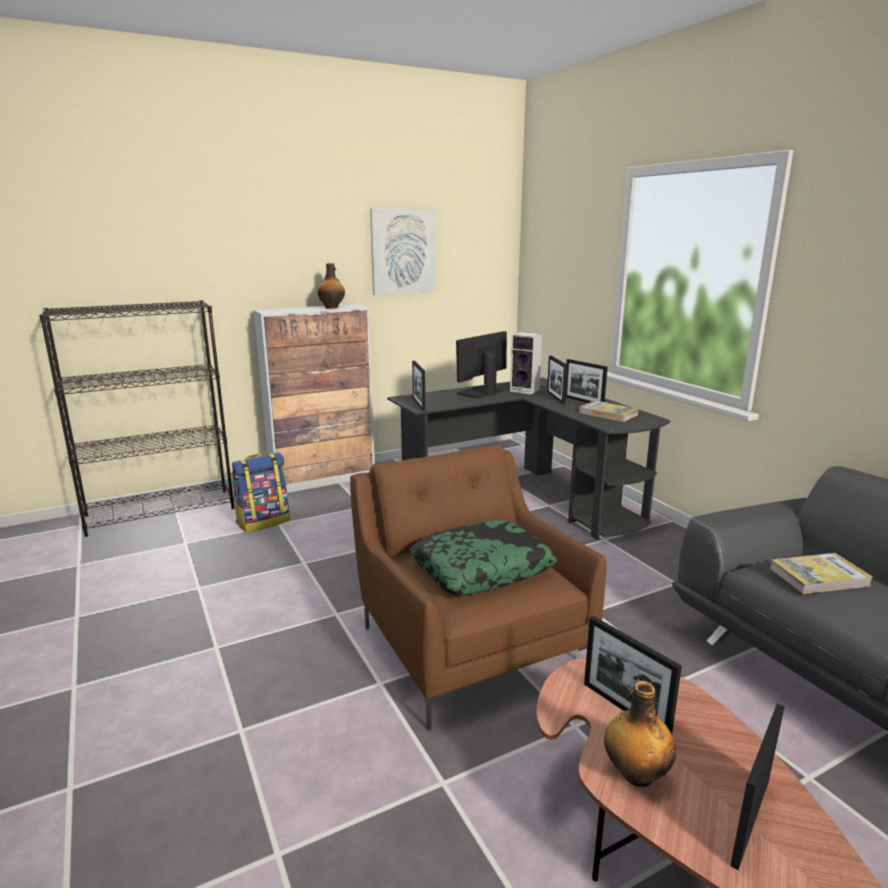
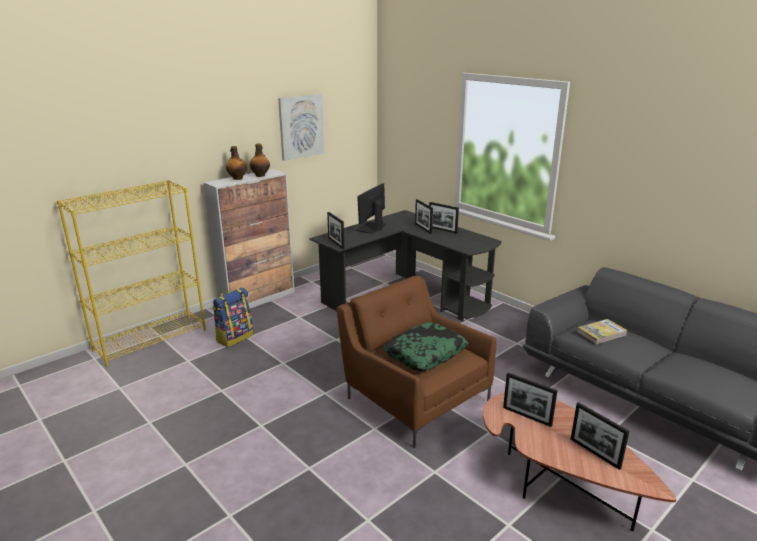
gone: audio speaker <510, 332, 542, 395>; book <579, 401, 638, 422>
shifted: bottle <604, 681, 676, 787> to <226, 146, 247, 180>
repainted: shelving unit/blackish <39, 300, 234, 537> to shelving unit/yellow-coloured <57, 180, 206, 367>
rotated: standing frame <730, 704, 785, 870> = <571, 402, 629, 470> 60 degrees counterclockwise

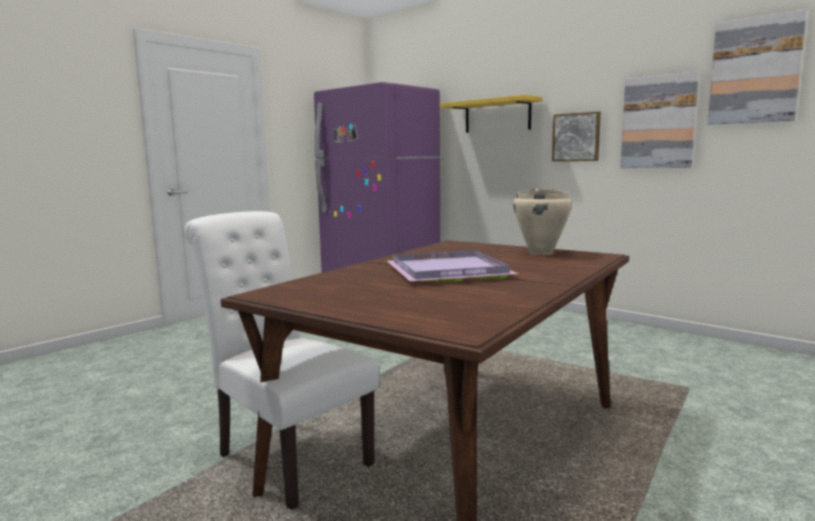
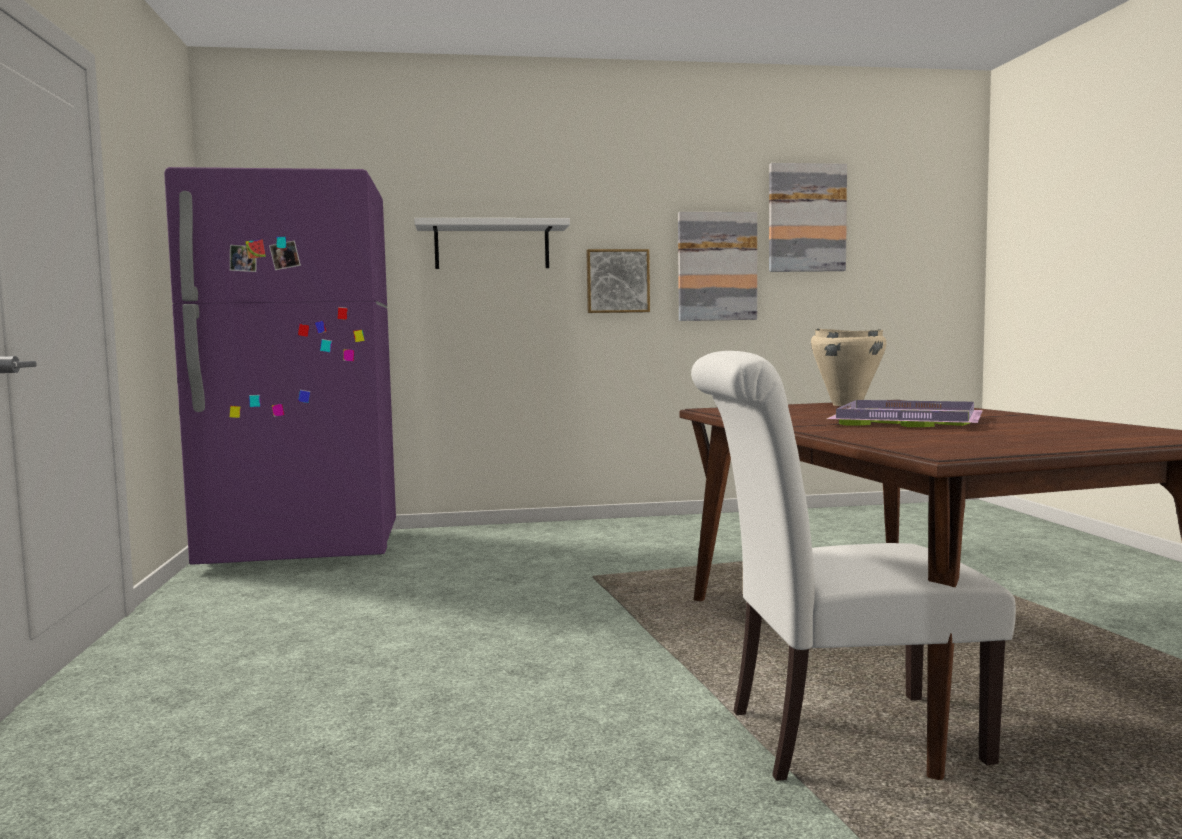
repainted: wall shelf/yellow-coloured <440, 95, 542, 133> to wall shelf/white-coloured <414, 218, 570, 269>

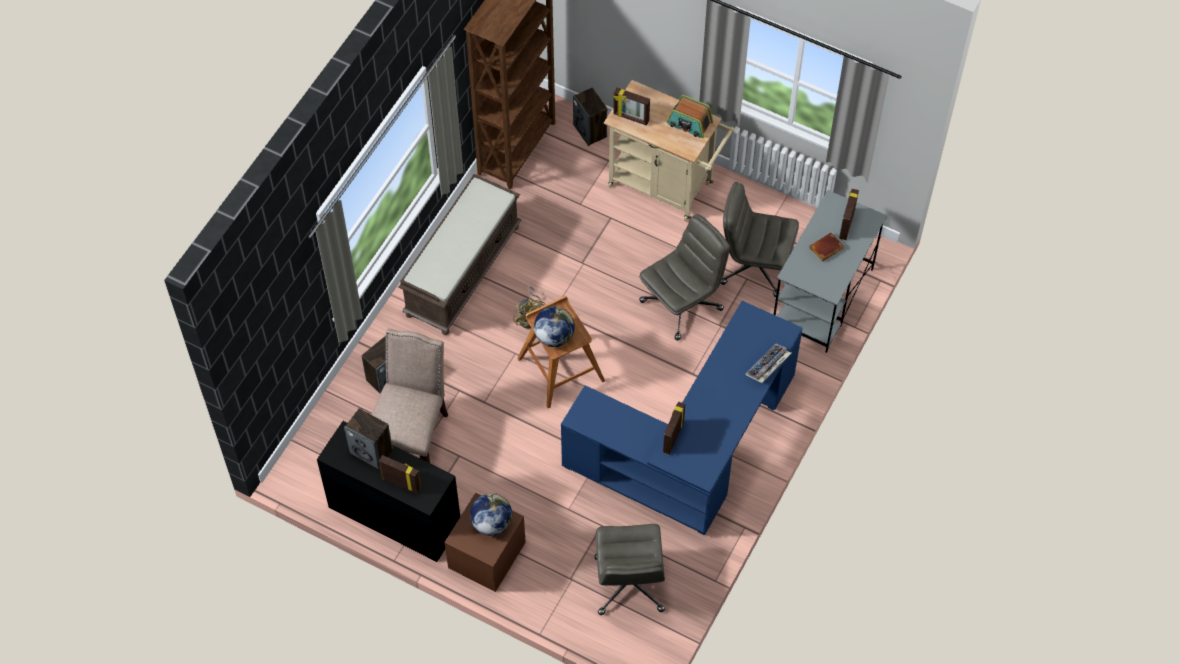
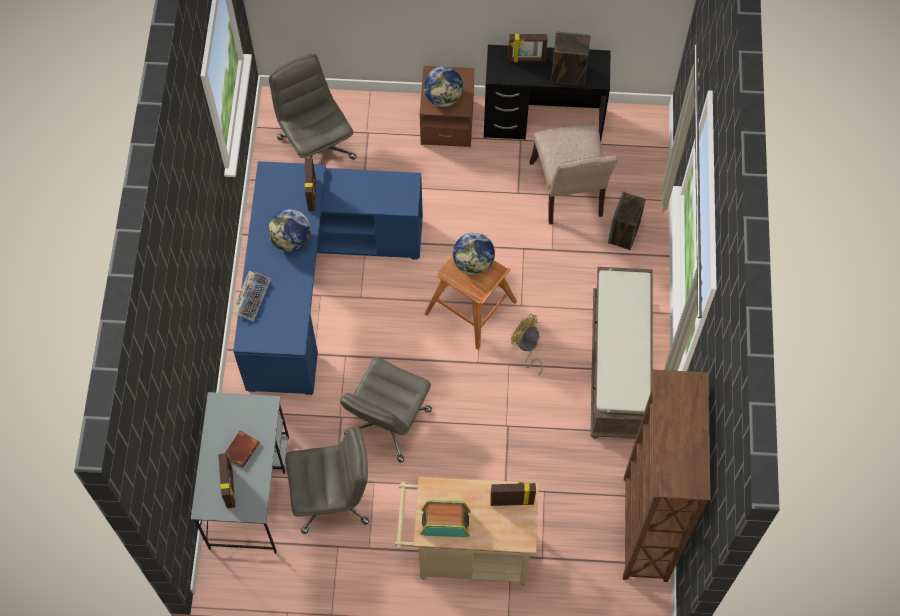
gone: audio speaker <573, 87, 608, 146>
new: world globe <268, 209, 311, 252>

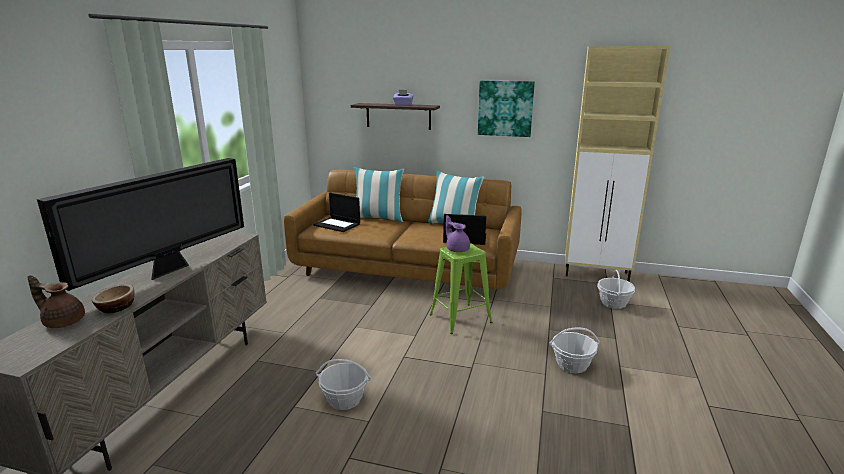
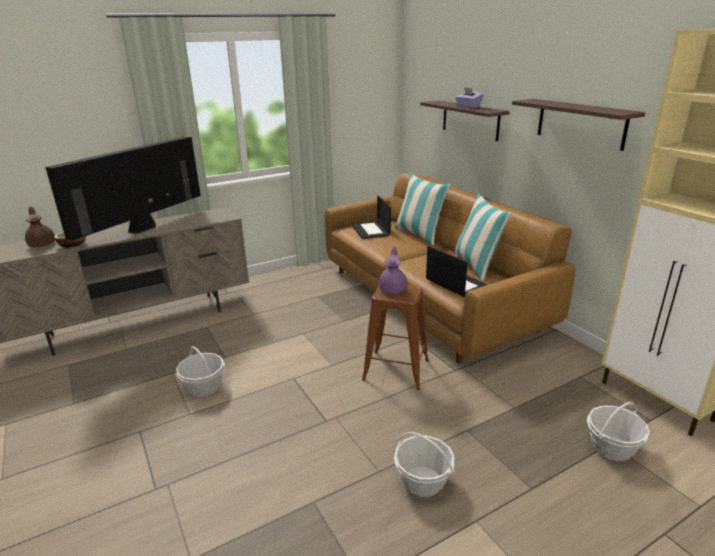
swapped: wall picture <478, 80, 535, 137> to wall shelf <512, 99, 646, 151>
repainted: stool/green-coloured <430, 243, 492, 334> to stool/brown-coloured <362, 285, 429, 390>
rotated: TV <37, 158, 244, 291> = <45, 137, 201, 241> 135 degrees clockwise

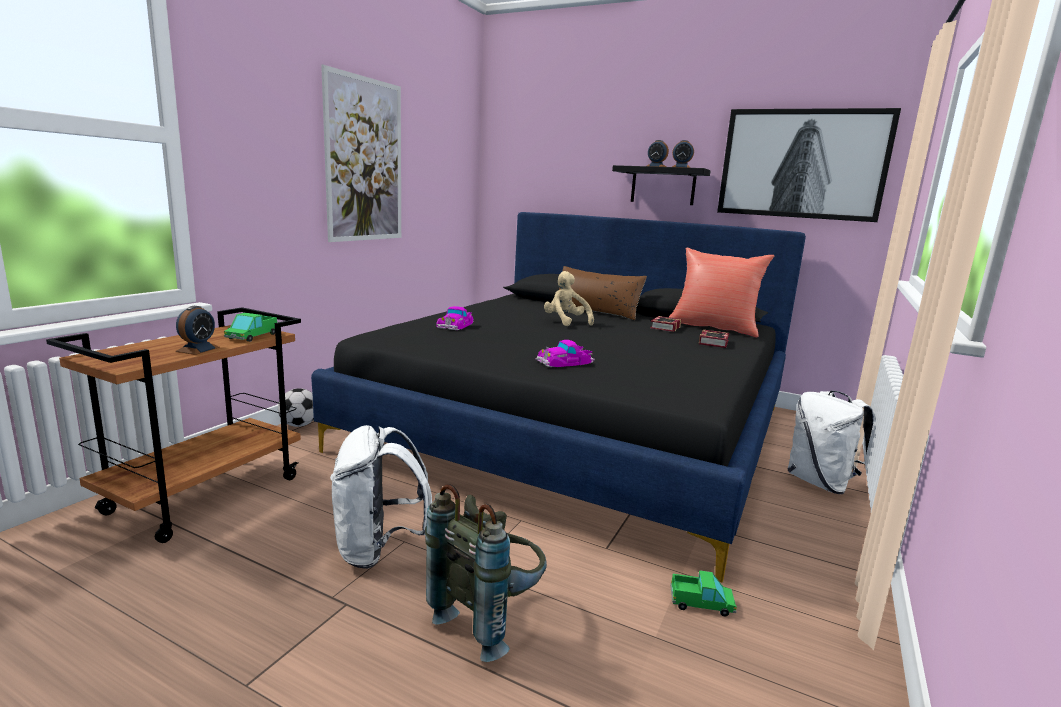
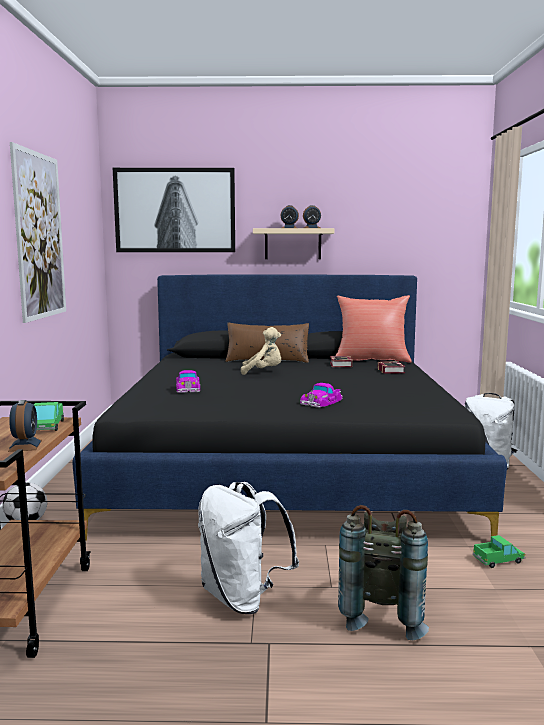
shifted: wall picture <717, 108, 901, 222> to <113, 168, 235, 252>
repainted: wall shelf/blackish <612, 165, 711, 205> to wall shelf/beige <253, 228, 335, 259>
rotated: cuddly toy/beige <544, 271, 594, 326> = <241, 327, 281, 375> 150 degrees clockwise

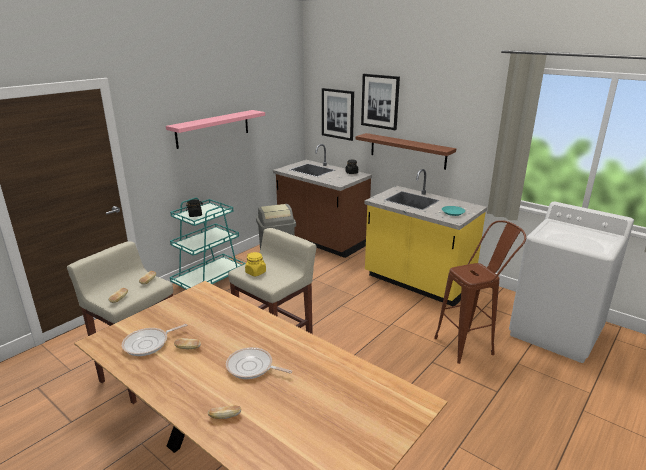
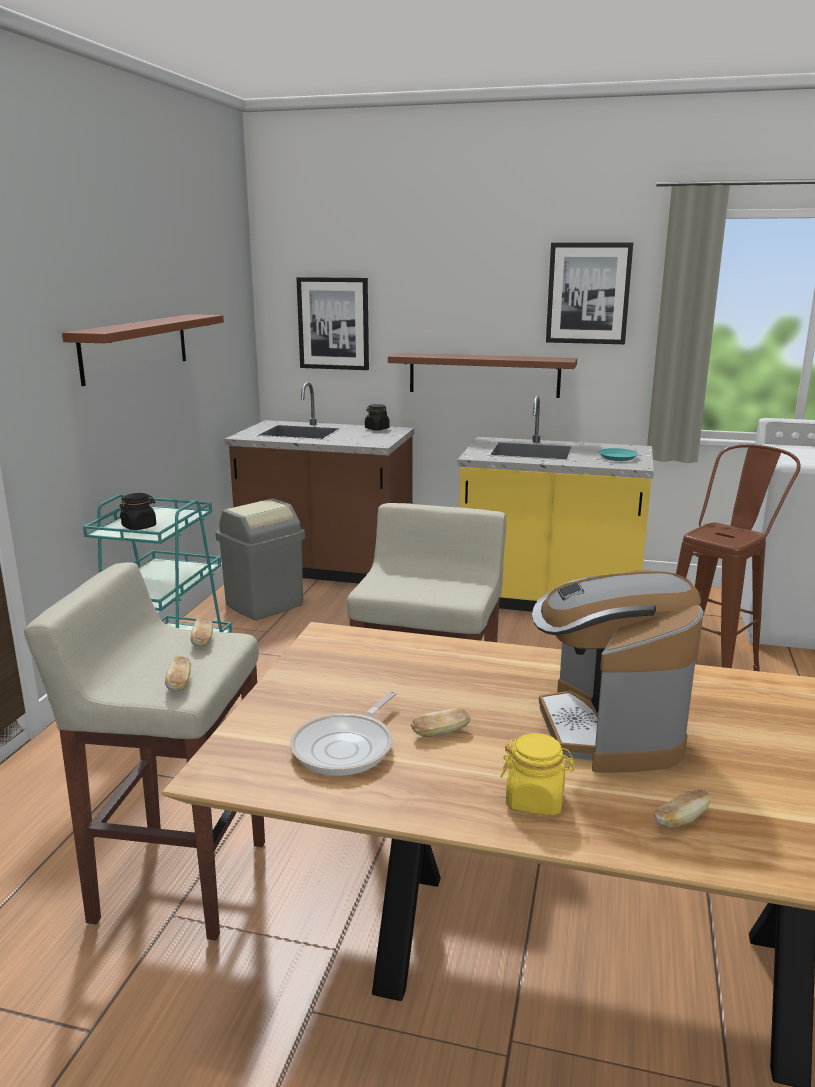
shifted: jar/yellow-coloured <245, 252, 266, 276> to <500, 733, 575, 816>; wall picture <361, 74, 400, 130> to <546, 242, 633, 344>
swapped: skillet <226, 347, 292, 379> to coffee brewer <532, 570, 704, 772>
repainted: wall shelf/pinkish <166, 110, 265, 149> to wall shelf/brown-coloured <62, 314, 224, 386>

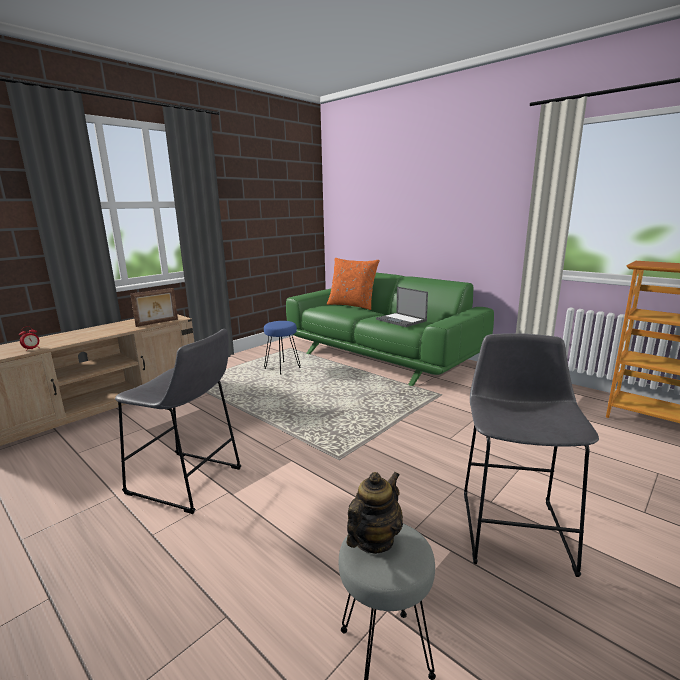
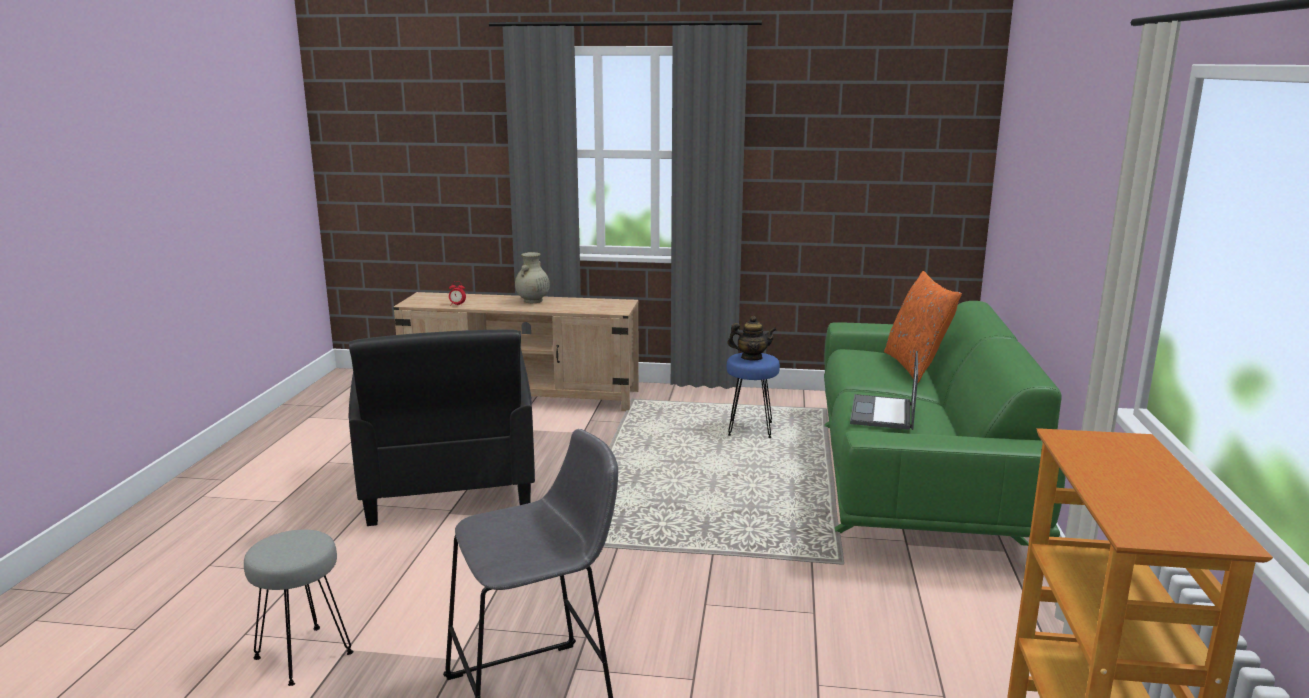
gone: standing frame <130, 288, 178, 327>
new: flower vase/beige <515, 252, 550, 303>
shifted: teapot <347, 471, 403, 554> to <728, 316, 777, 360>
swapped: stool/grey <115, 329, 241, 514> to easy chair/blackish <349, 330, 535, 526>

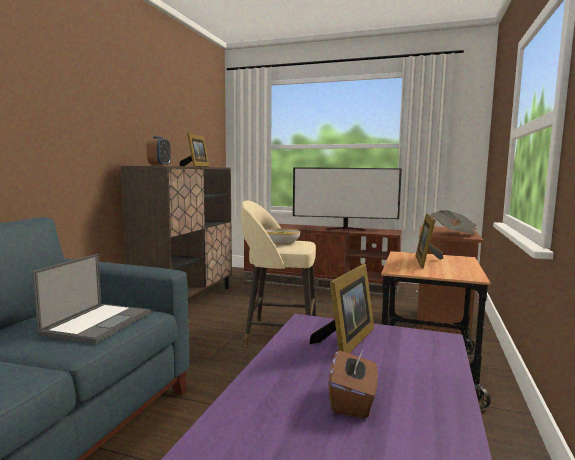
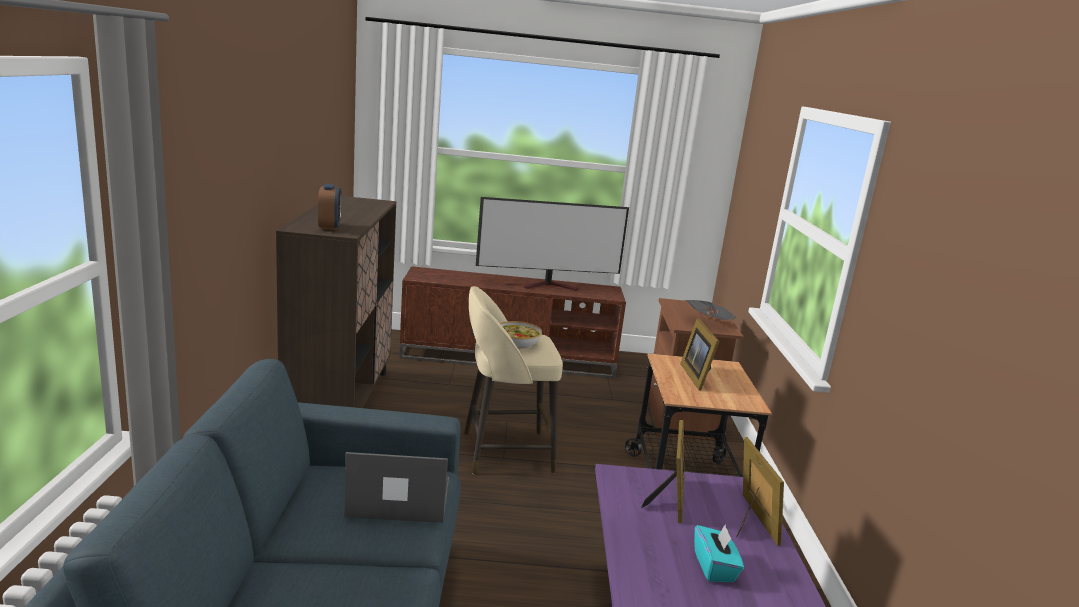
shifted: standing frame <179, 133, 209, 167> to <736, 437, 784, 546>
repainted: tissue holder/brown-coloured <328, 347, 378, 418> to tissue holder/blue-green <694, 525, 744, 582>
rotated: laptop <33, 254, 151, 344> = <344, 452, 449, 523> 90 degrees counterclockwise

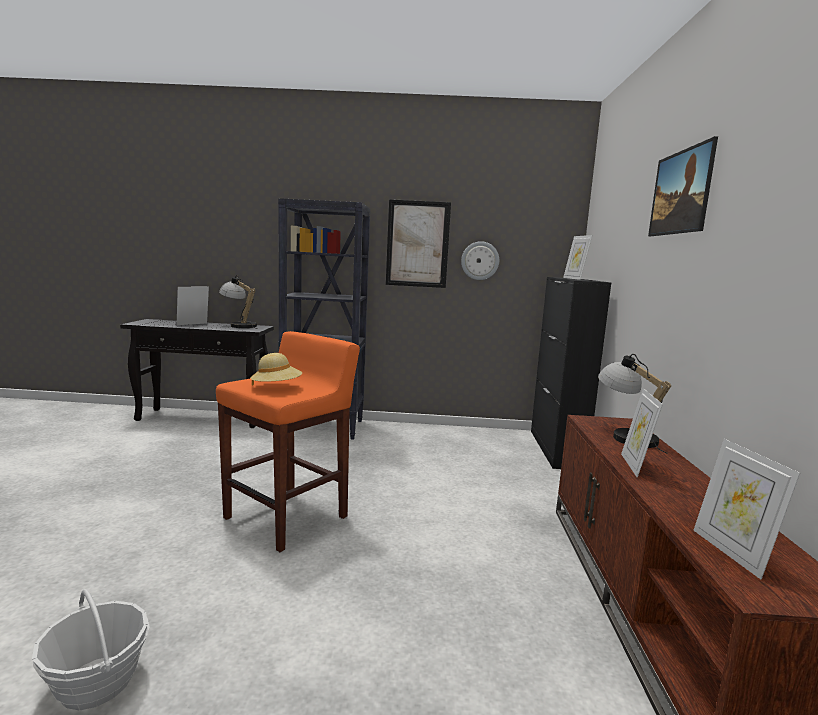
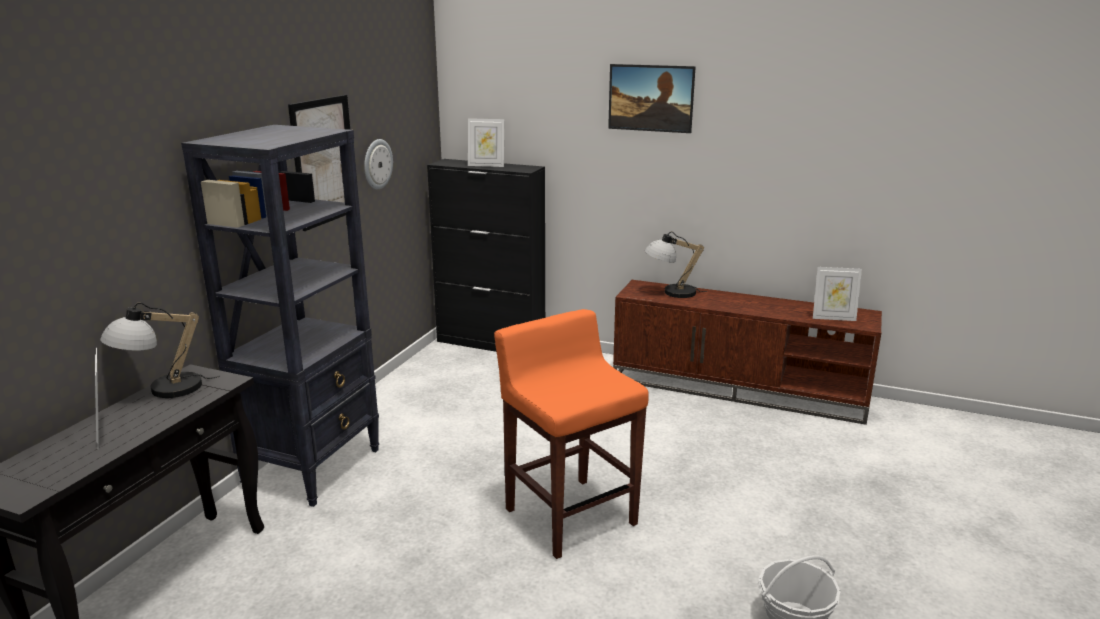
gone: wearable hat/beige <251, 353, 302, 386>; standing frame <621, 388, 663, 478>

